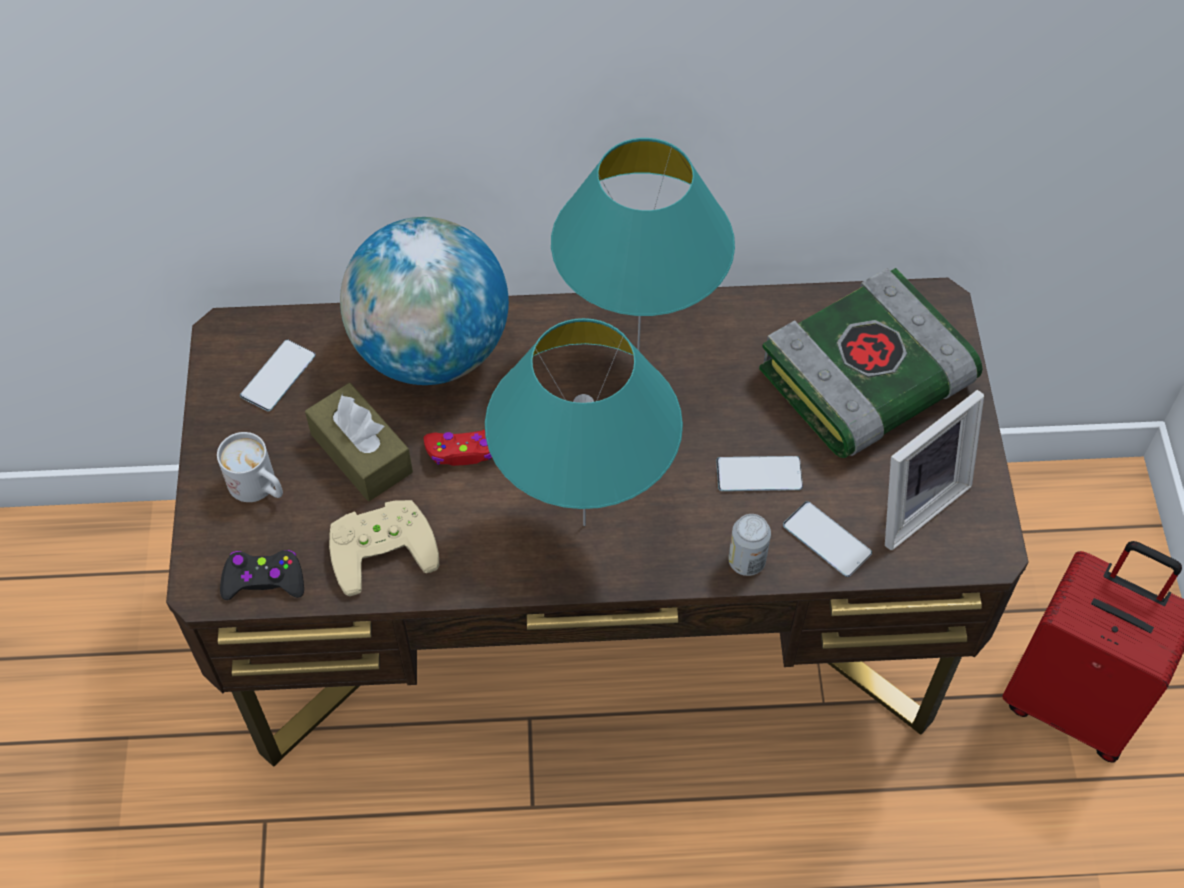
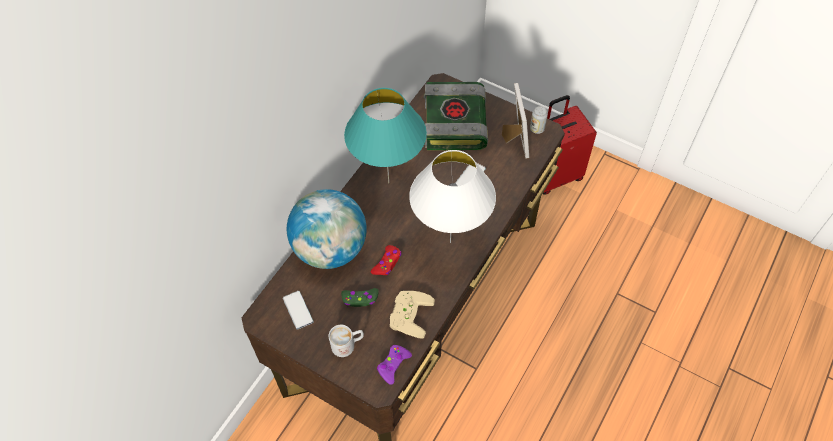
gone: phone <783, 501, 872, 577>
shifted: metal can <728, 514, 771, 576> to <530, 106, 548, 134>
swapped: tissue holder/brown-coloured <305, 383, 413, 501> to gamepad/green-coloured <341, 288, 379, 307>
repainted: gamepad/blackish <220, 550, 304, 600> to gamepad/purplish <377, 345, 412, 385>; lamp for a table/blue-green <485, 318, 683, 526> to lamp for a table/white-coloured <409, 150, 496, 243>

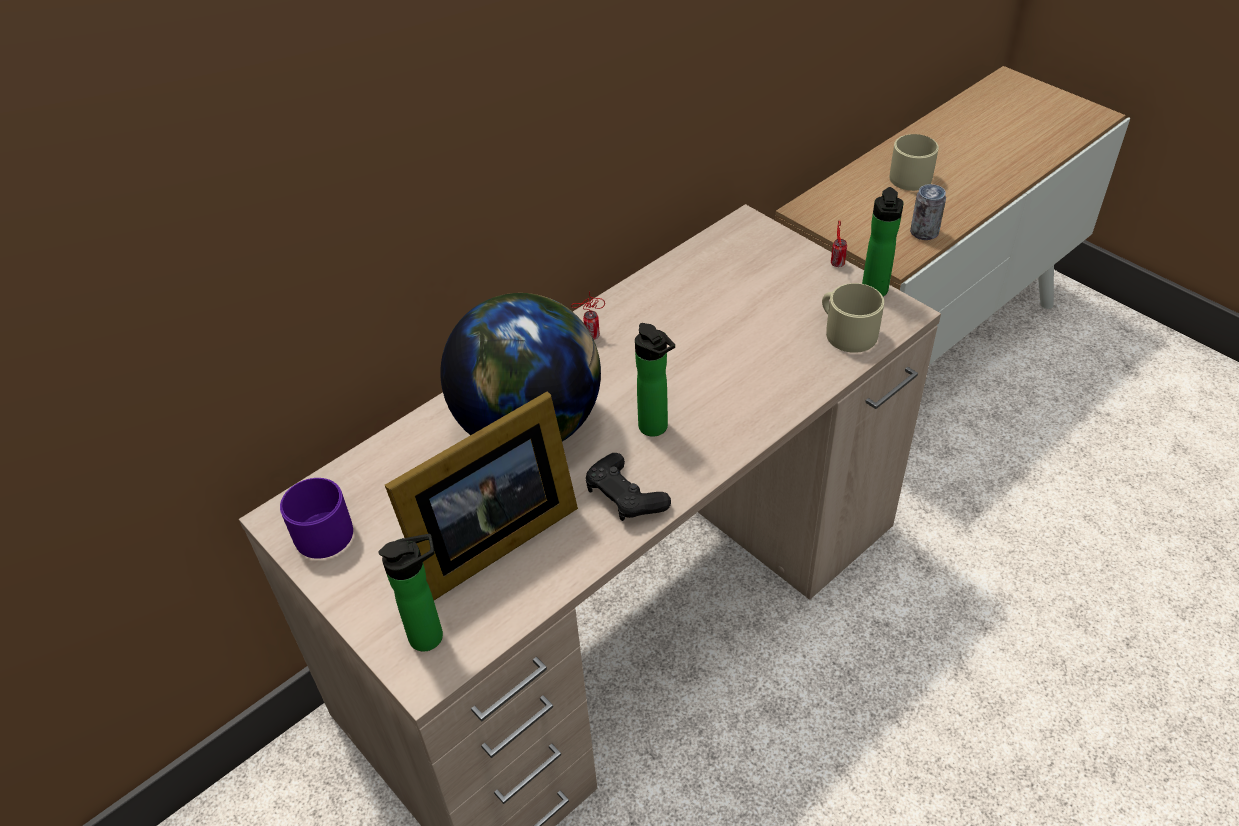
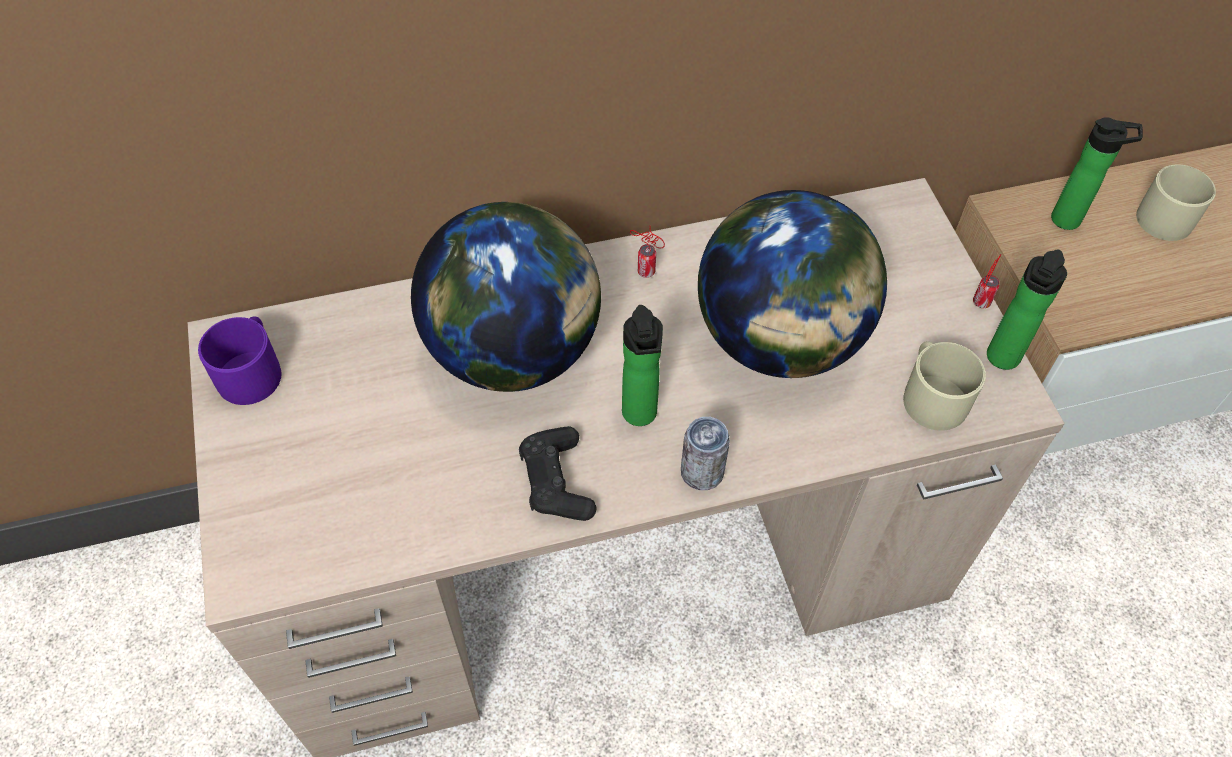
gone: standing frame <385, 392, 578, 600>
new: world globe <698, 190, 887, 378>
shifted: bottle <378, 534, 443, 652> to <1051, 117, 1143, 230>; metal can <910, 184, 946, 240> to <681, 417, 730, 490>

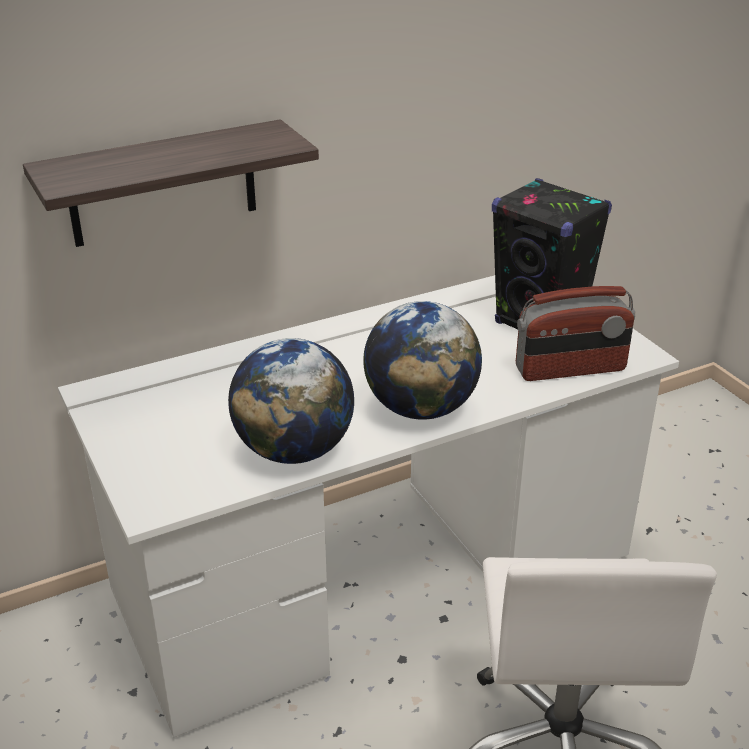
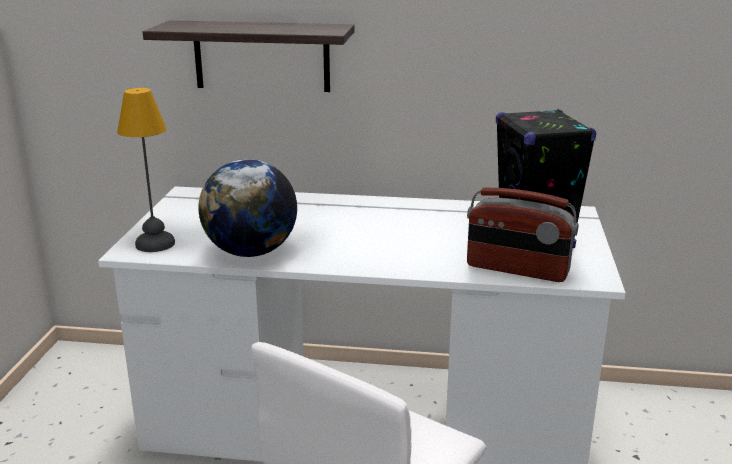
gone: world globe <363, 301, 482, 420>
new: lamp for a table <117, 88, 175, 252>

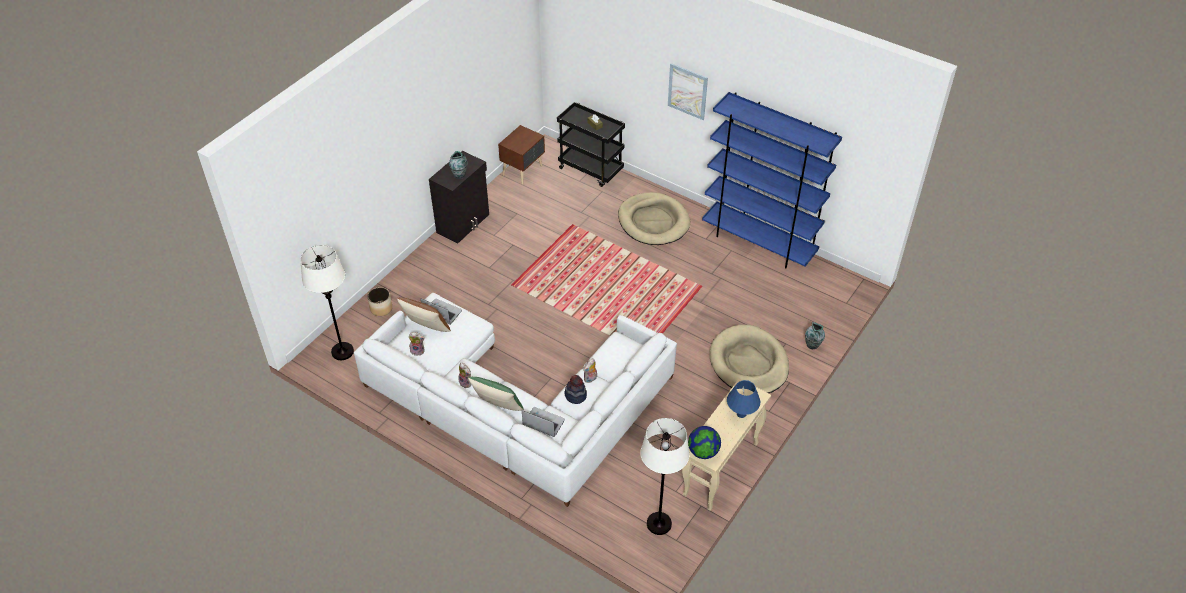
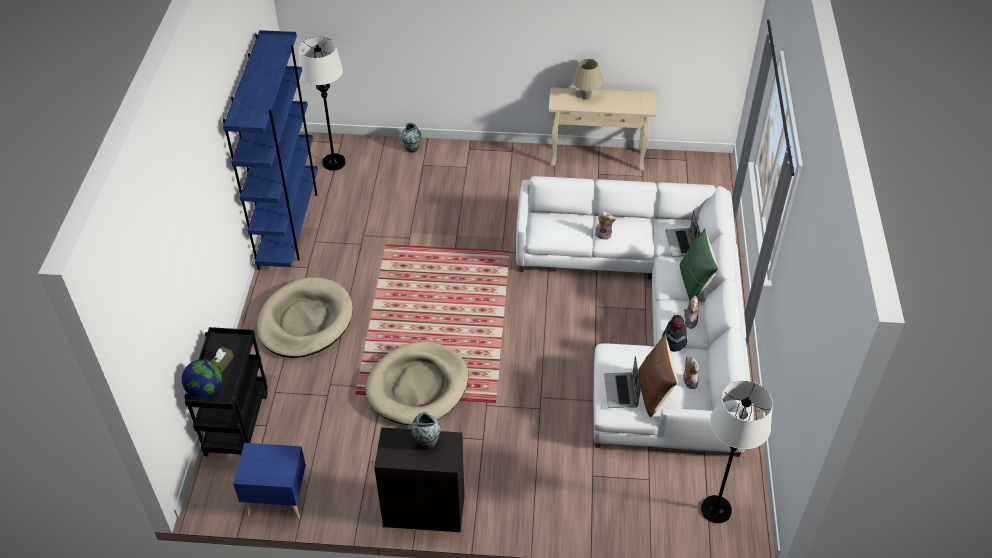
gone: planter <367, 287, 392, 316>; wall picture <668, 63, 708, 120>
shifted: wearable hat <565, 375, 587, 404> to <662, 315, 687, 352>; standing lamp/white-coloured <640, 418, 690, 535> to <299, 36, 345, 170>; world globe <688, 426, 721, 459> to <182, 359, 222, 398>; dog cushion/beige <709, 325, 789, 393> to <366, 341, 468, 425>
repainted: night table/brown-coloured <498, 125, 545, 184> to night table/blue <233, 443, 308, 519>; lamp for a table/blue <727, 380, 761, 418> to lamp for a table/beige <571, 58, 603, 100>

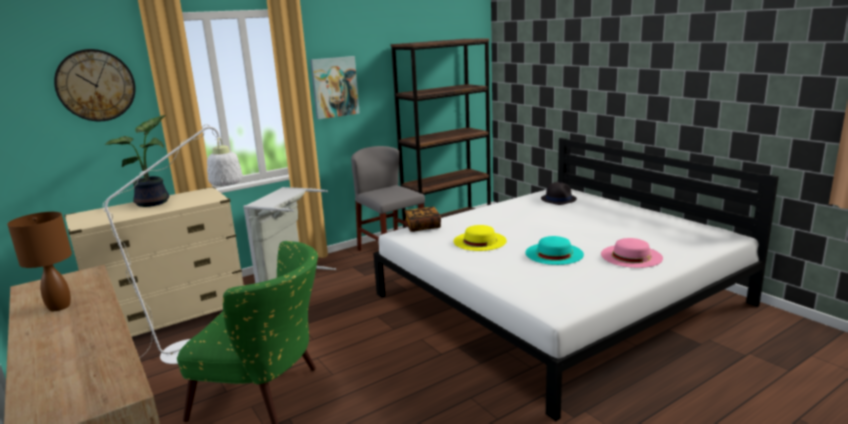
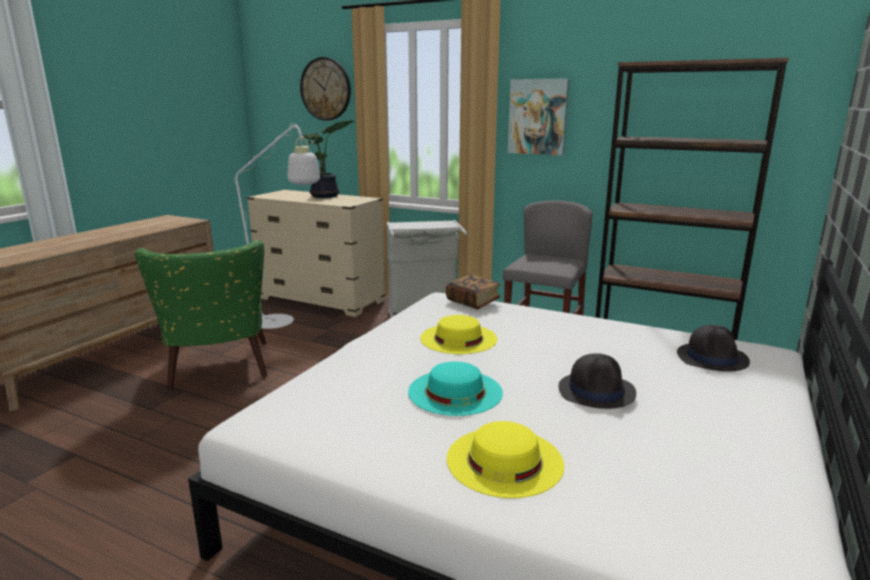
gone: lamp for a table/brown-coloured <7, 212, 72, 311>
new: wearable hat/blackish <558, 353, 636, 409>
repainted: wearable hat/pinkish <601, 238, 663, 268> to wearable hat/yellow-coloured <447, 421, 564, 498>

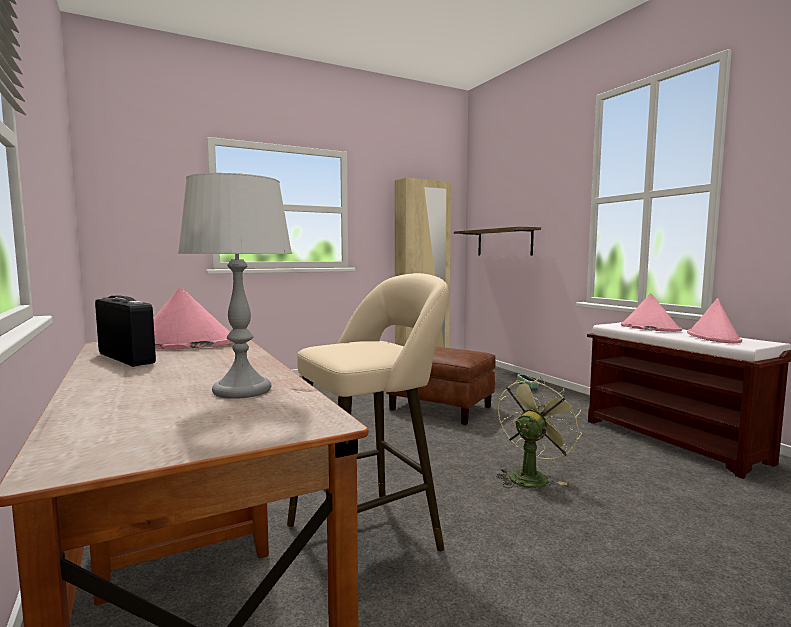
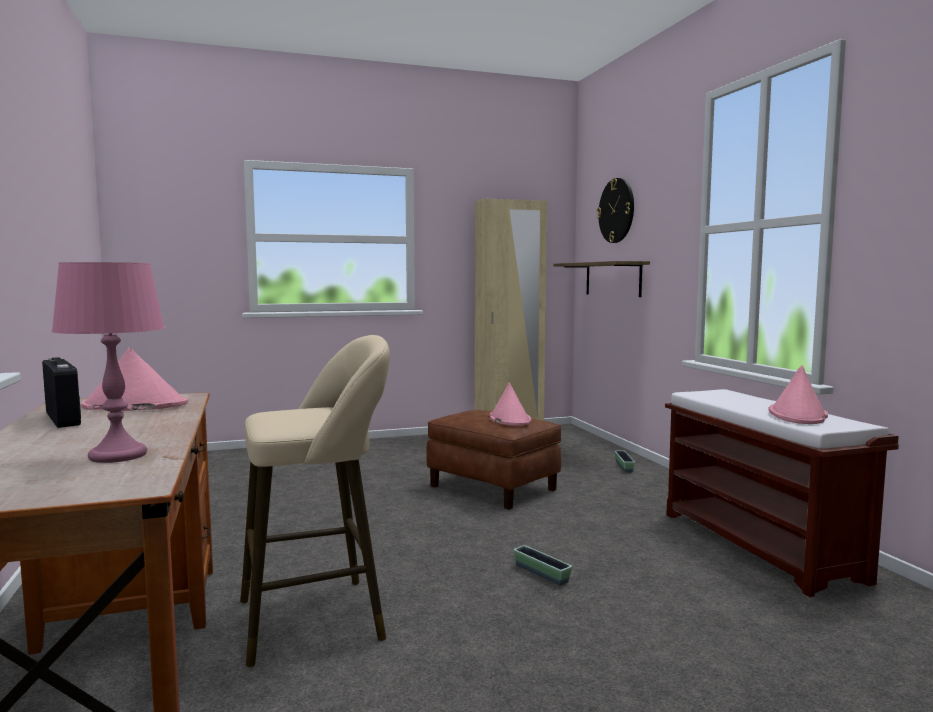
new: hanging clock <597, 178, 634, 243>
shifted: wearable hat/pinkish <621, 293, 682, 332> to <490, 383, 531, 426>
swapped: cooling fan/green-coloured <496, 376, 582, 488> to planter <514, 545, 572, 585>
repainted: lamp for a table/grey <178, 173, 292, 399> to lamp for a table/pinkish <51, 262, 165, 463>

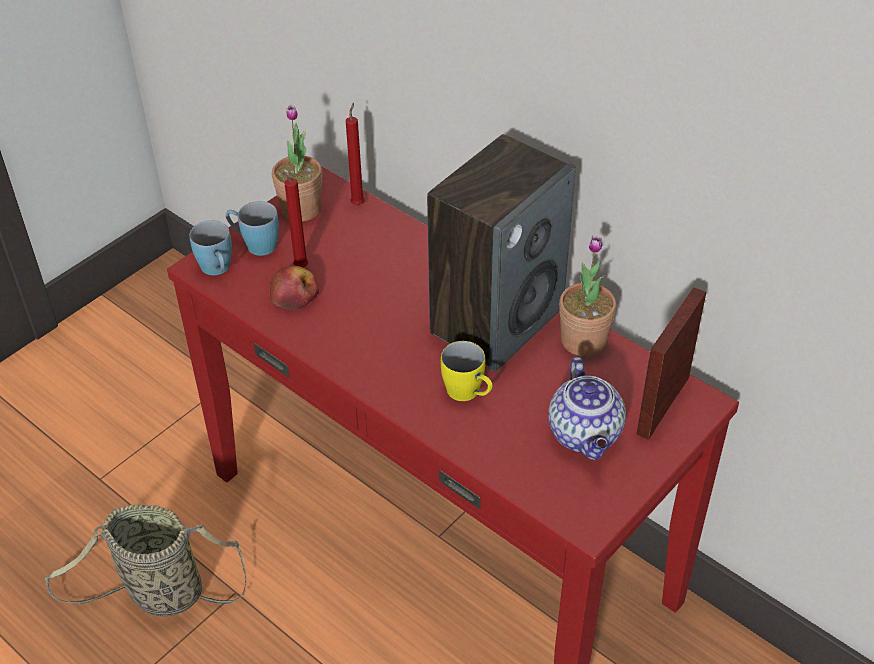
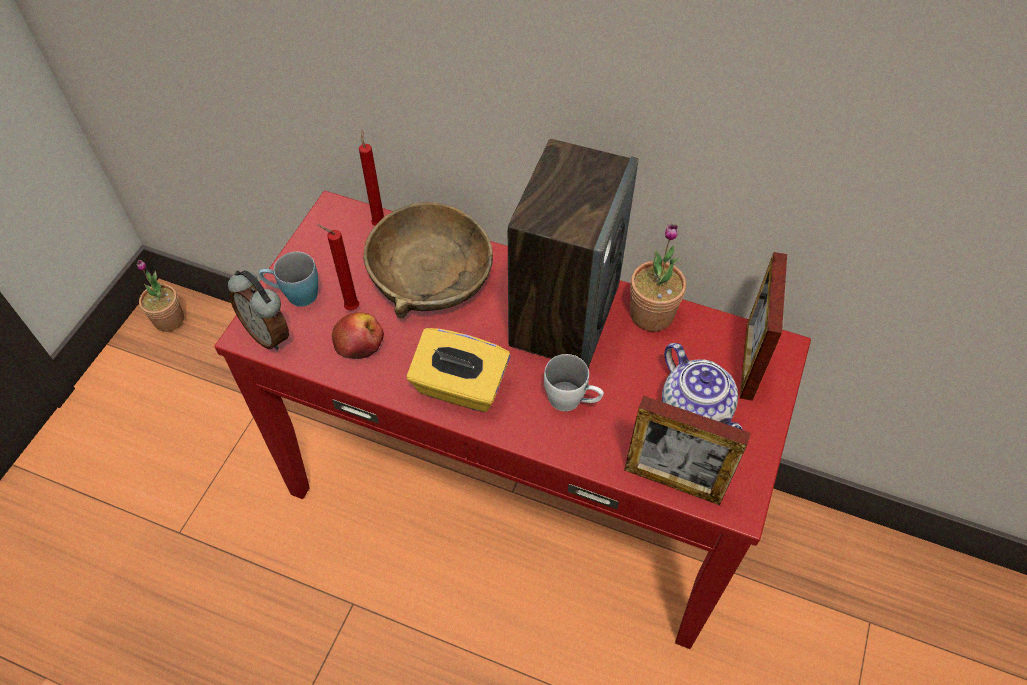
gone: household basket <45, 504, 246, 616>
new: bowl/brown-coloured <363, 202, 493, 319>; tissue holder/yellow-coloured <407, 328, 511, 412>; standing frame <624, 396, 751, 505>
shifted: houseplant <272, 105, 322, 222> to <137, 260, 184, 332>
swapped: coffee mug/blue <189, 220, 232, 275> to bedside clock <228, 270, 289, 350>
repainted: coffee mug/yellow-coloured <441, 341, 492, 401> to coffee mug/white-coloured <544, 354, 604, 411>

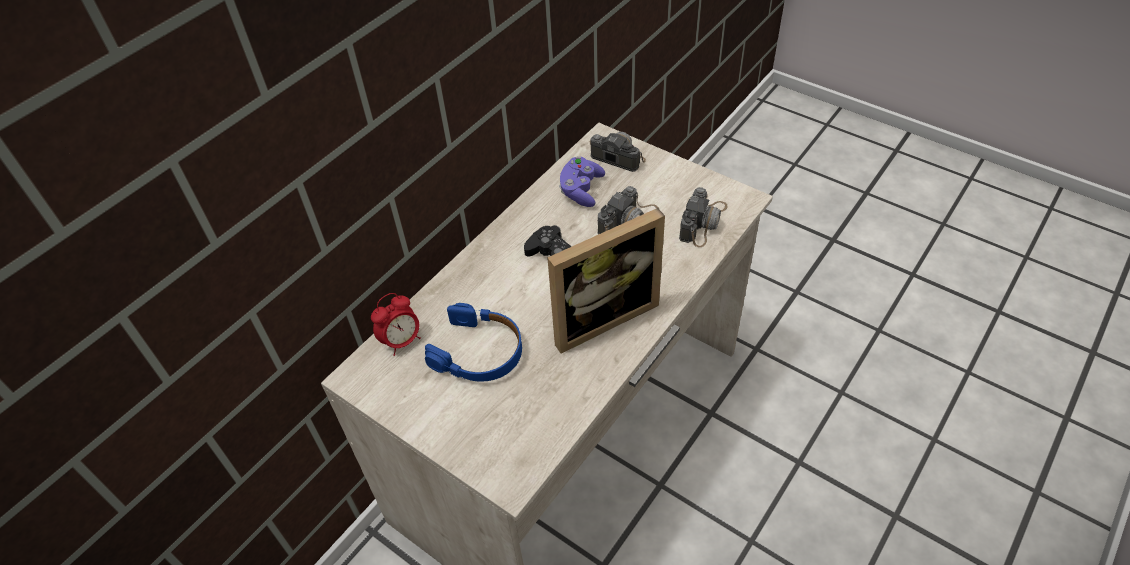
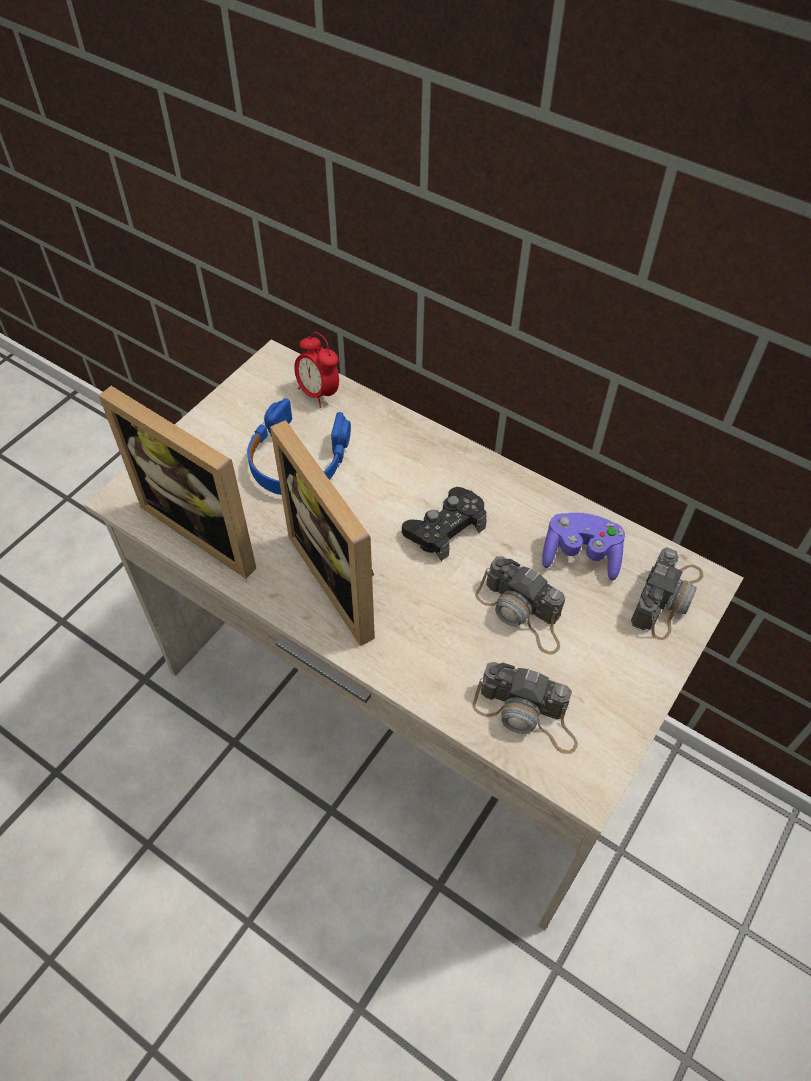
new: standing frame <99, 386, 257, 579>

